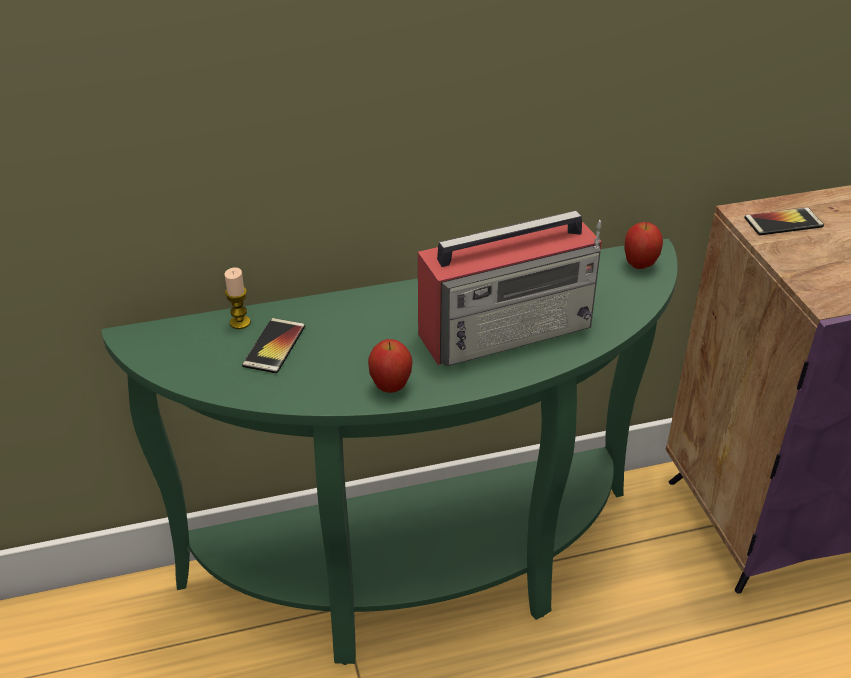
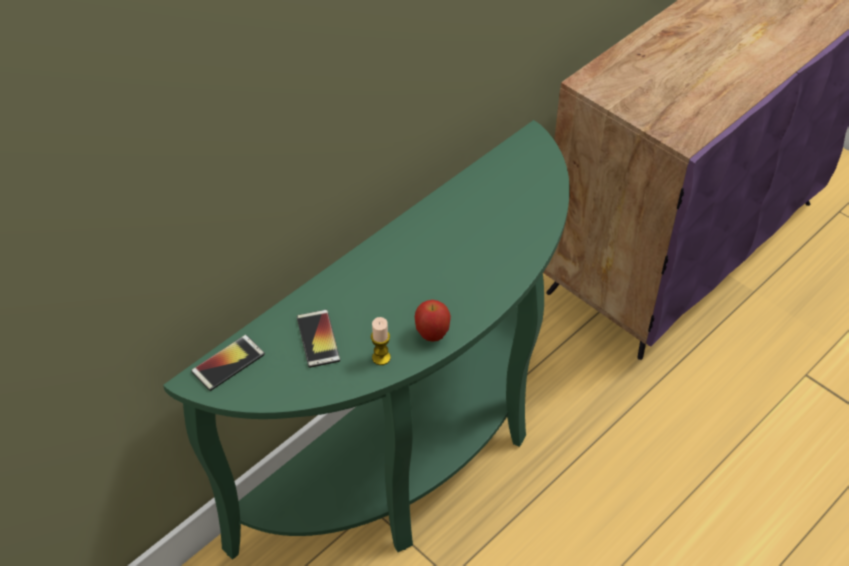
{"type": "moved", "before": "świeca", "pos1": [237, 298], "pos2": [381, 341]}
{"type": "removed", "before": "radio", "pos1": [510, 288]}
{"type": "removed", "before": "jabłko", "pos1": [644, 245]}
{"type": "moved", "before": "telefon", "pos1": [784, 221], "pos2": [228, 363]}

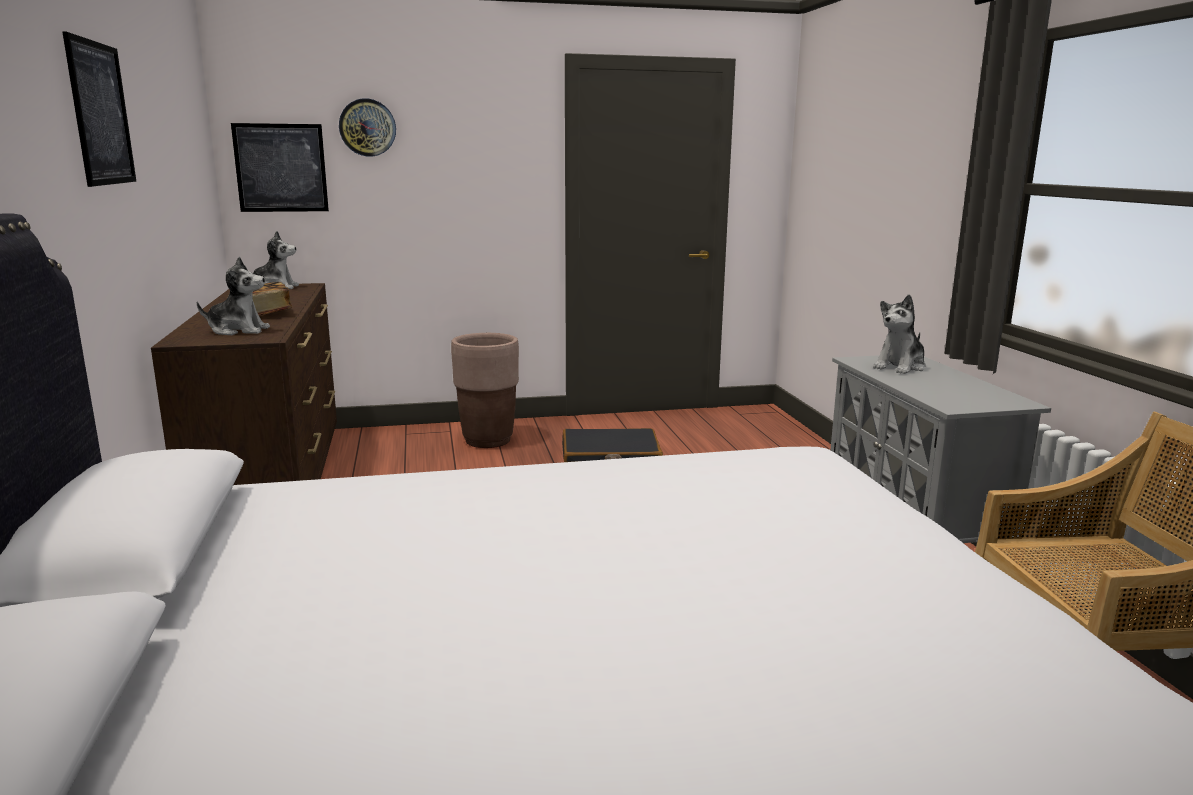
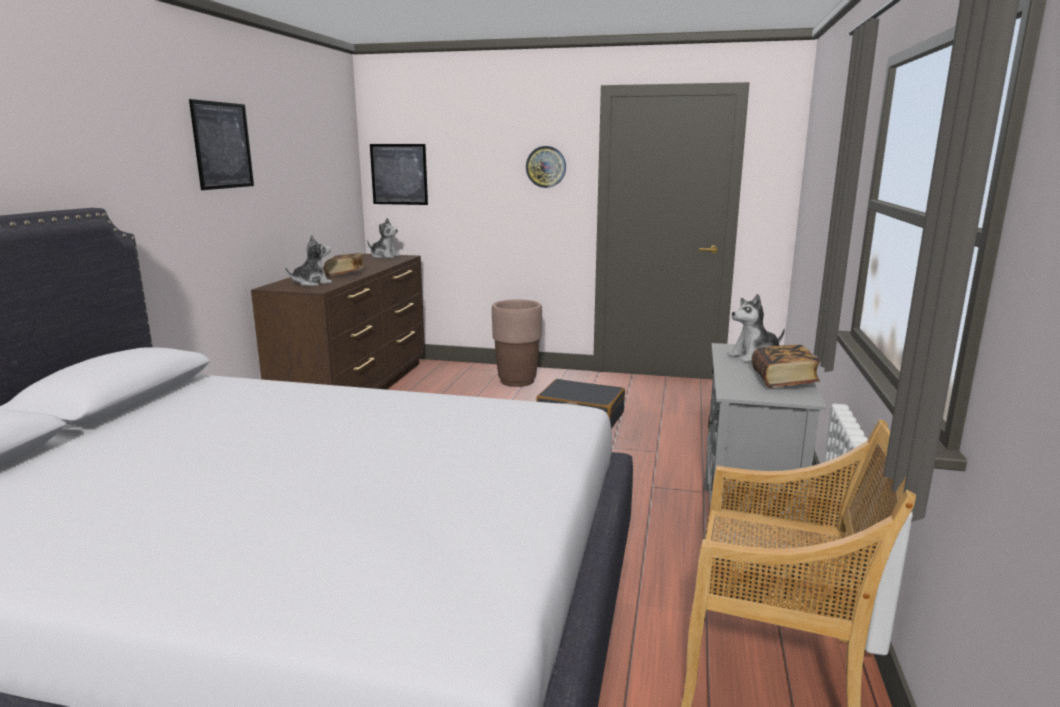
{"type": "turned", "before": "pluszak", "pos1": [233, 296], "pos2": [308, 260], "turn": -60}
{"type": "moved", "before": "zegar ścienny", "pos1": [367, 127], "pos2": [546, 167]}
{"type": "added", "after": "książka", "pos2": [786, 366]}

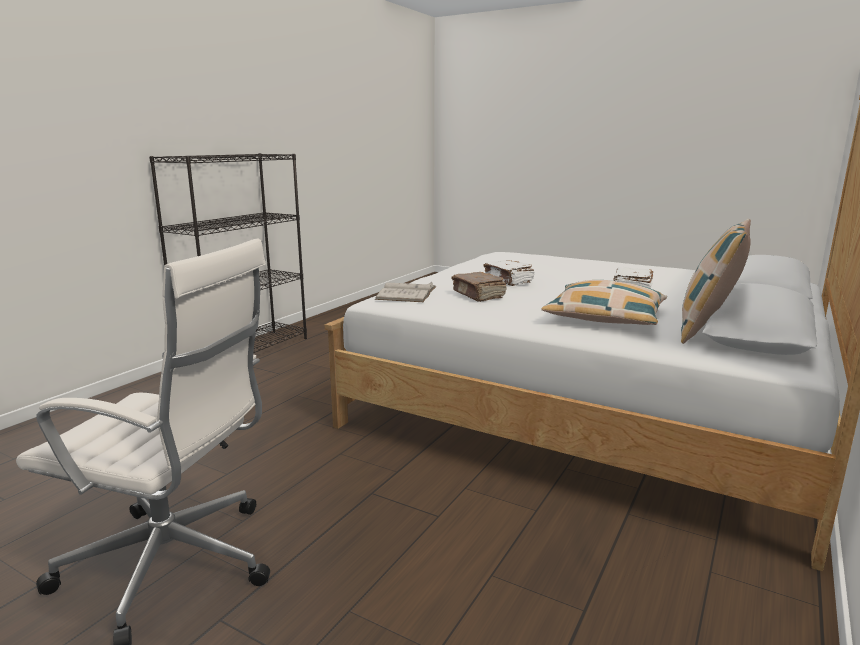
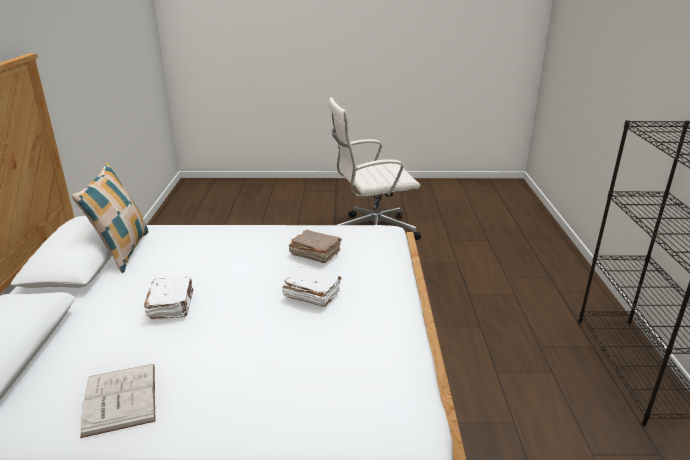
{"type": "moved", "before": "książka [biały]", "pos1": [405, 292], "pos2": [118, 401]}
{"type": "removed", "before": "poduszka", "pos1": [604, 302]}

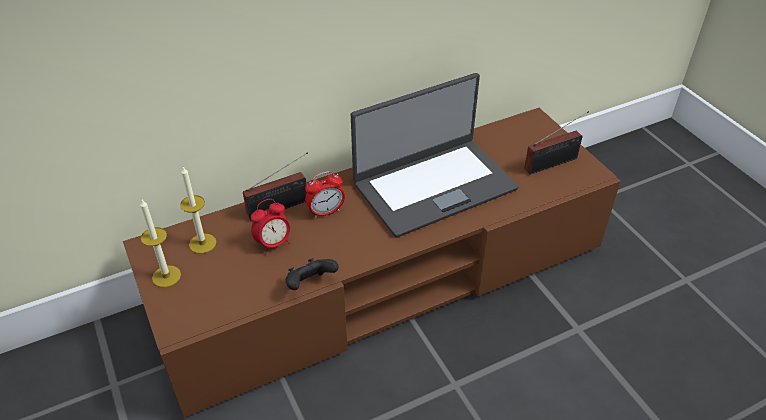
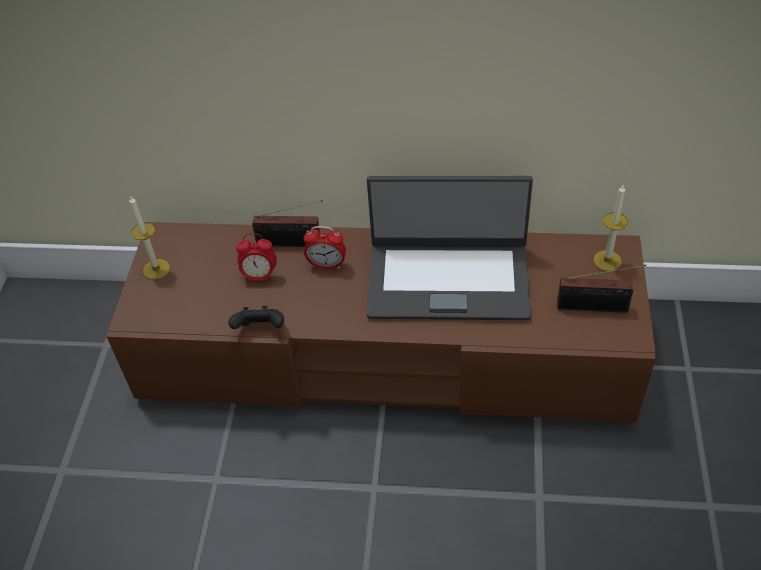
{"type": "moved", "before": "świeca", "pos1": [198, 210], "pos2": [611, 228]}

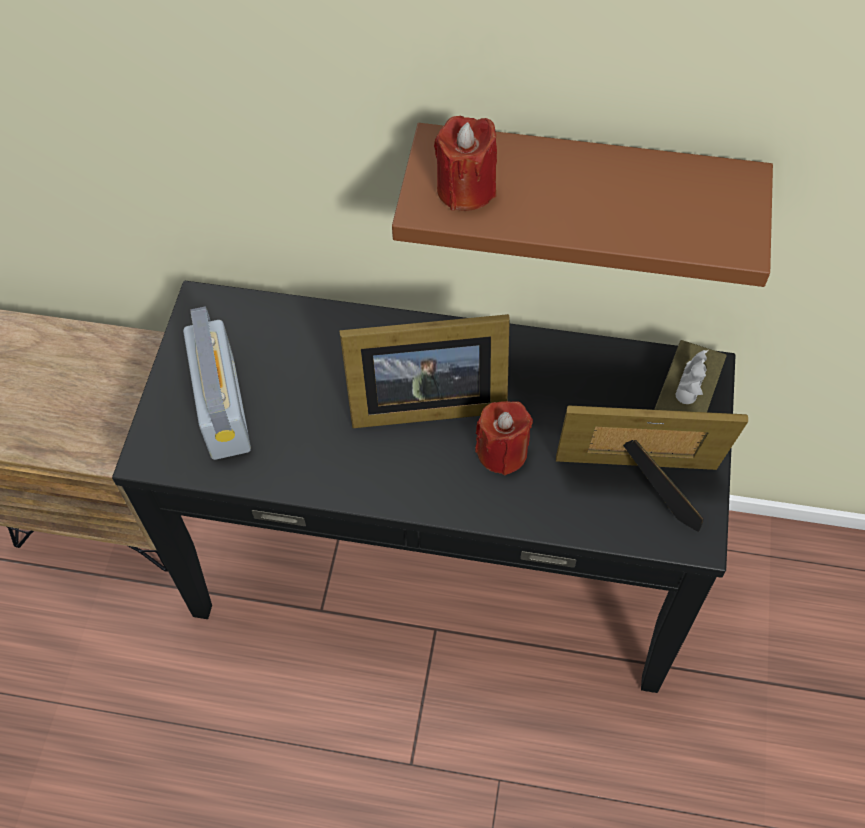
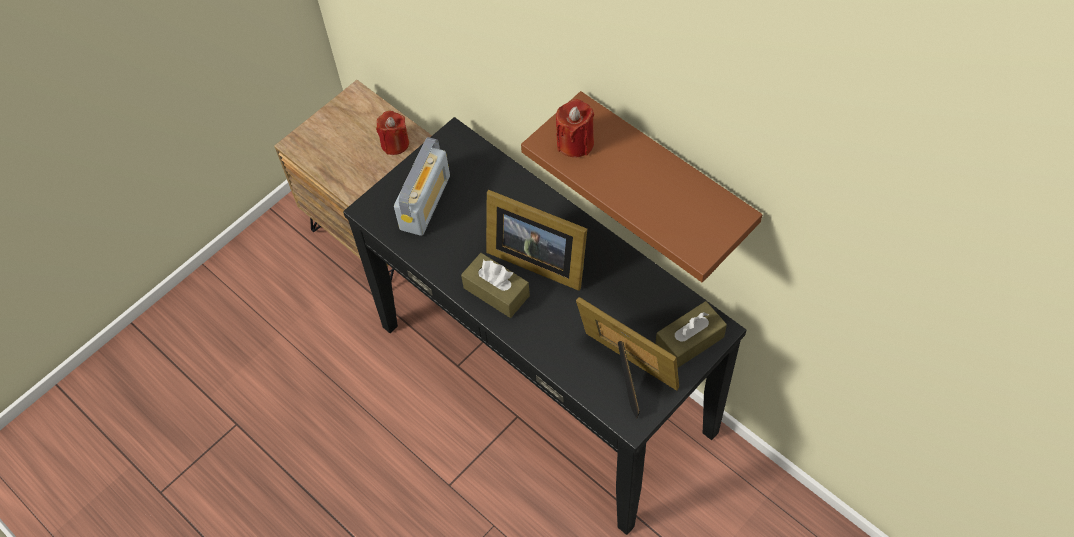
{"type": "moved", "before": "świeca [czerwony]", "pos1": [504, 438], "pos2": [392, 133]}
{"type": "added", "after": "pudełko chusteczek [brązowy]", "pos2": [495, 285]}

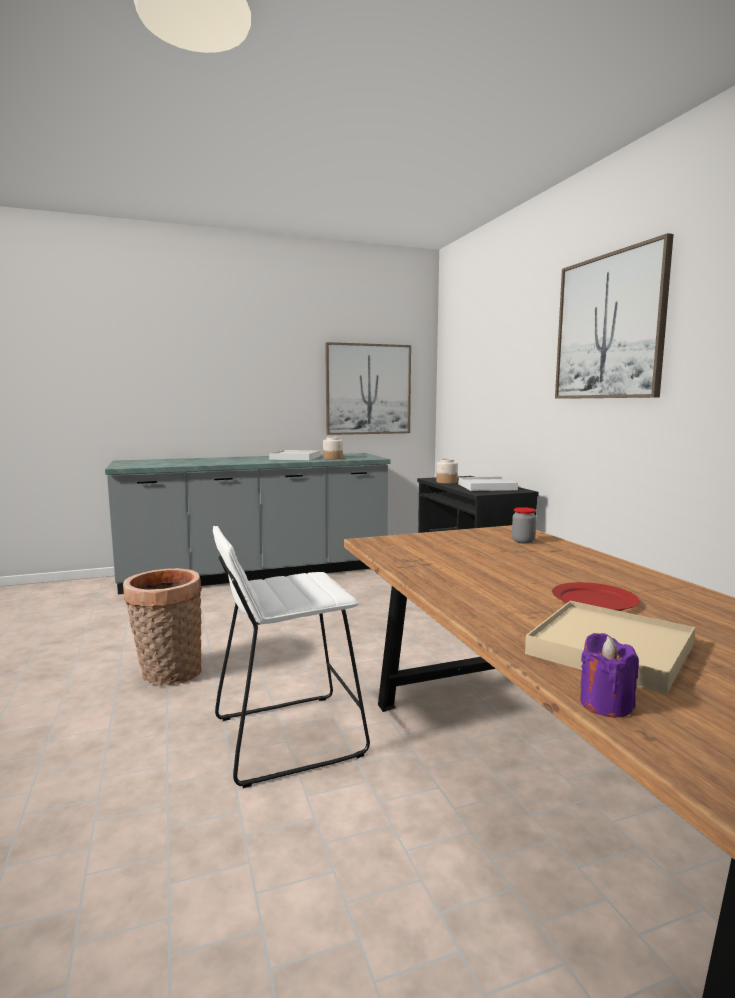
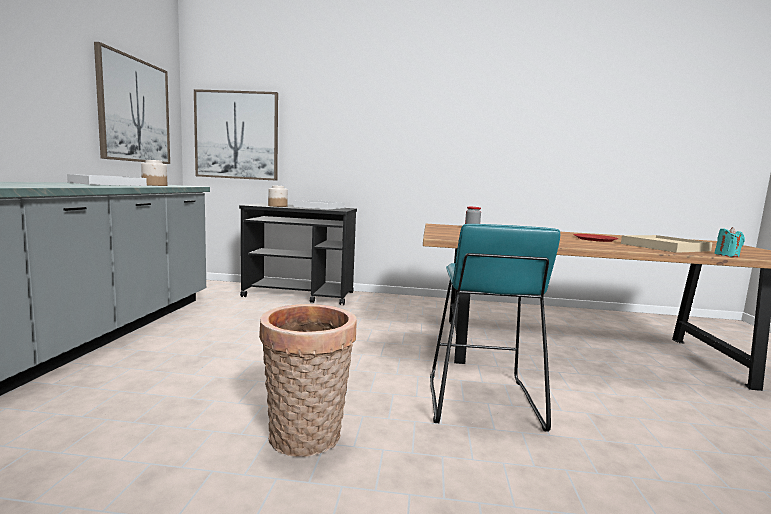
{"type": "recoloured", "before": "stołek [biały]", "after": "stołek [turkusowy]", "pos1": [291, 657], "pos2": [495, 328]}
{"type": "moved", "before": "obraz", "pos1": [614, 316], "pos2": [236, 135]}
{"type": "recoloured", "before": "świeca [fioletowy]", "after": "świeca [turkusowy]", "pos1": [609, 675], "pos2": [729, 242]}

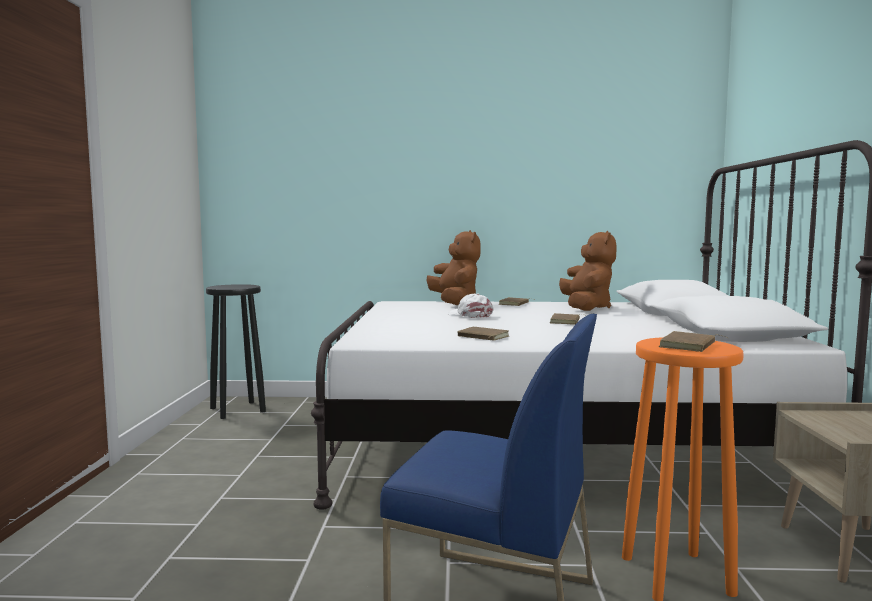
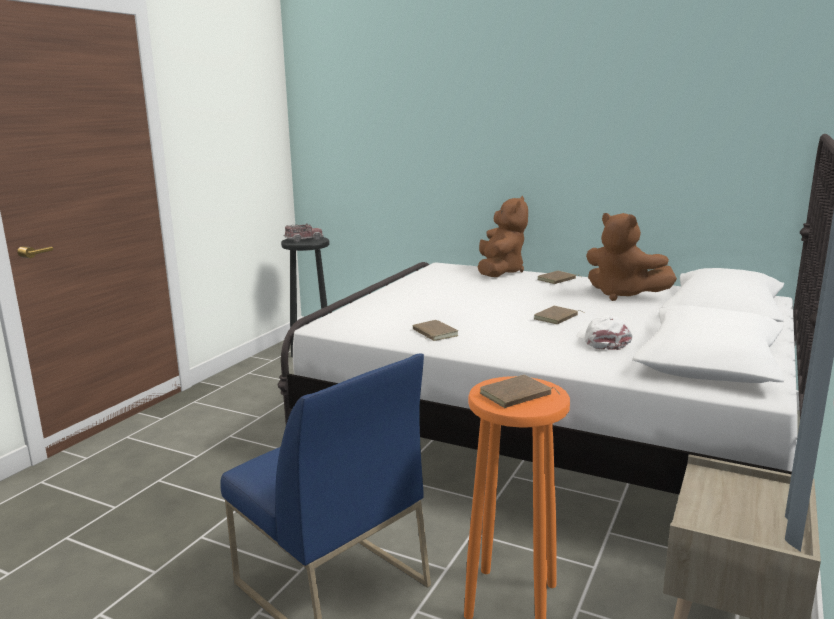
{"type": "moved", "before": "czapka z daszkiem [biały]", "pos1": [471, 306], "pos2": [604, 332]}
{"type": "turned", "before": "pluszak [brązowy]", "pos1": [588, 271], "pos2": [631, 257], "turn": 105}
{"type": "added", "after": "ciężarówka zabawkowa", "pos2": [303, 232]}

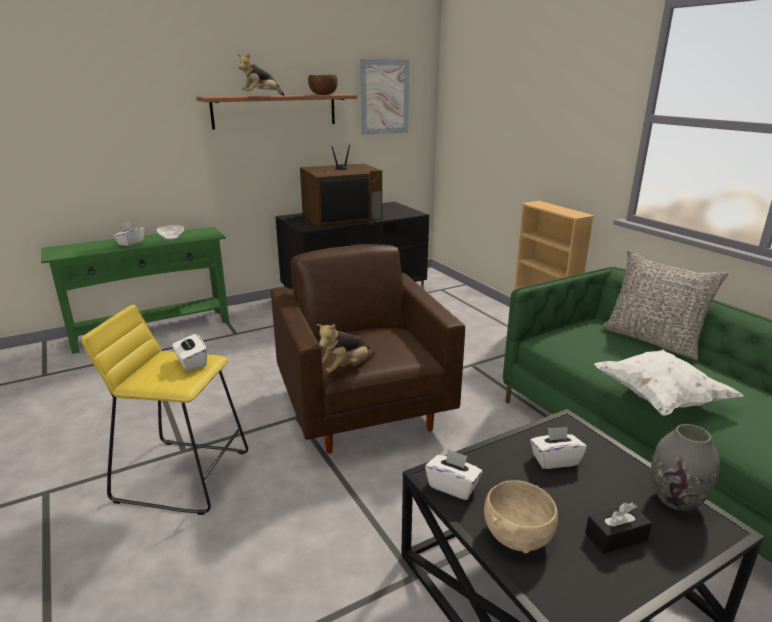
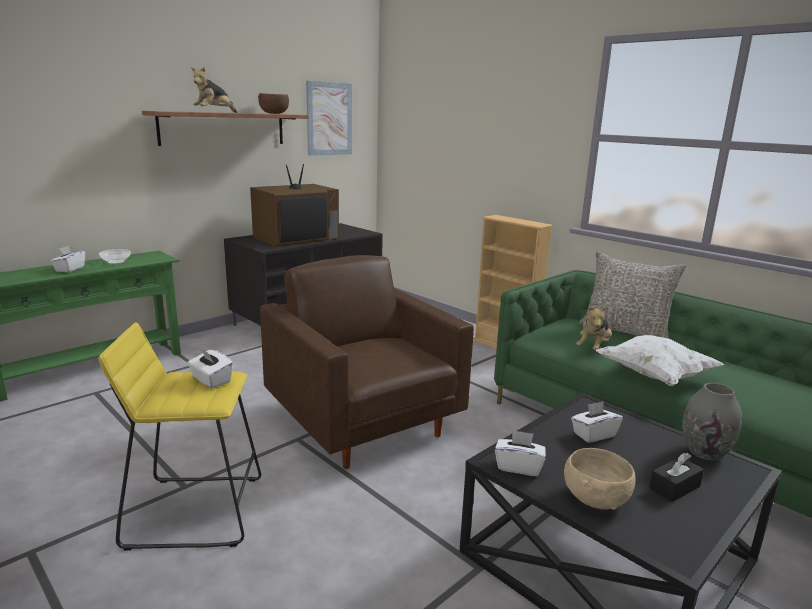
{"type": "moved", "before": "pluszak", "pos1": [345, 348], "pos2": [594, 328]}

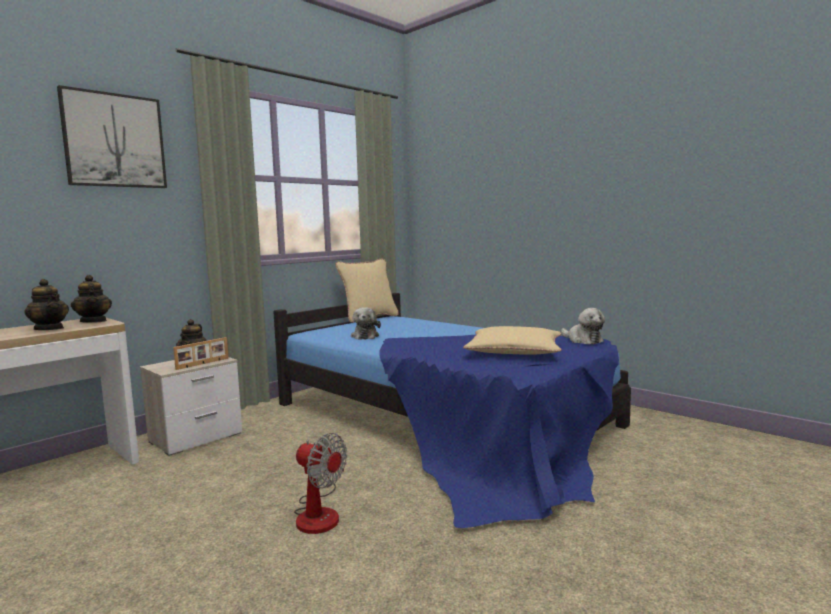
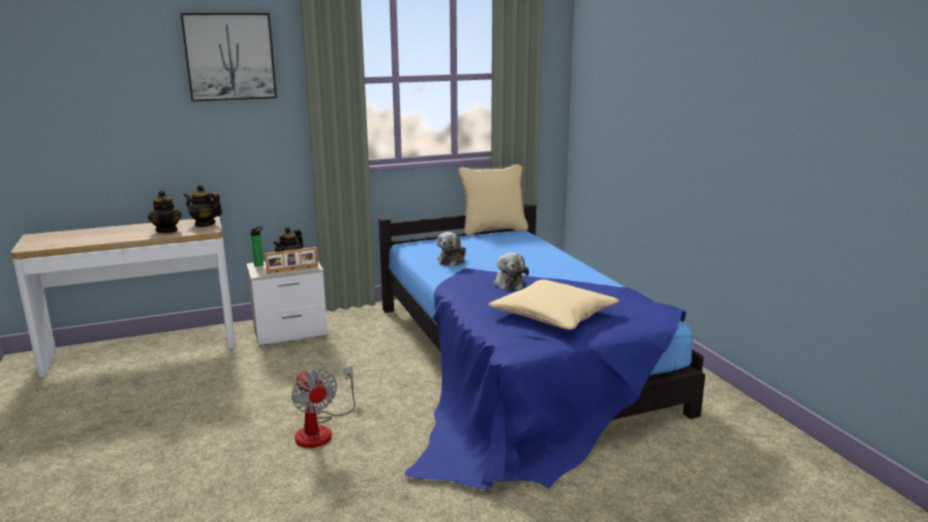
{"type": "turned", "before": "imbryk", "pos1": [91, 299], "pos2": [202, 206], "turn": 120}
{"type": "moved", "before": "pluszak", "pos1": [583, 326], "pos2": [511, 271]}
{"type": "added", "after": "butelka", "pos2": [257, 246]}

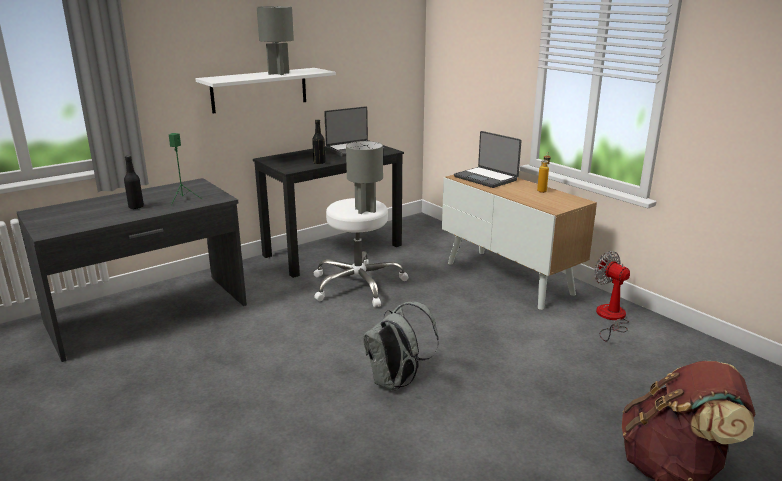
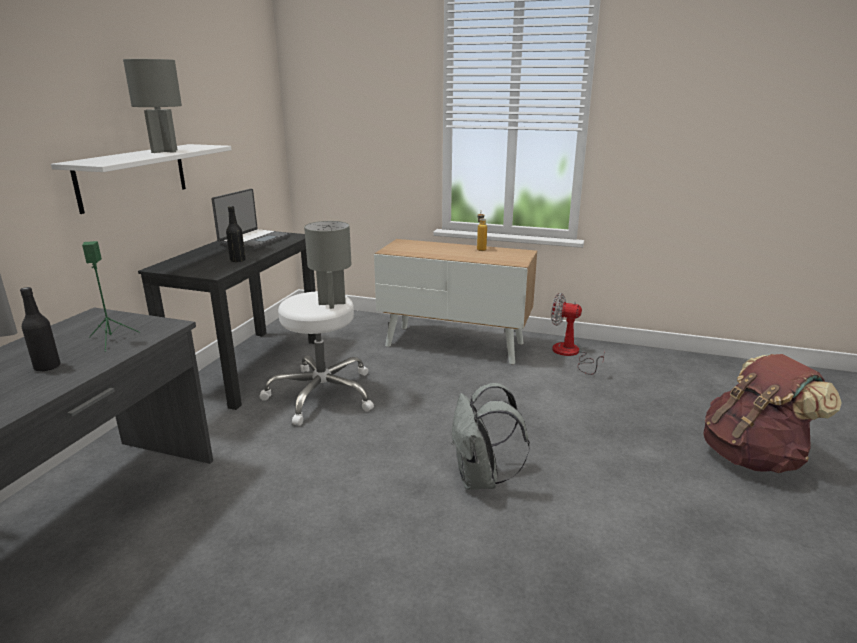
{"type": "removed", "before": "laptop", "pos1": [488, 159]}

